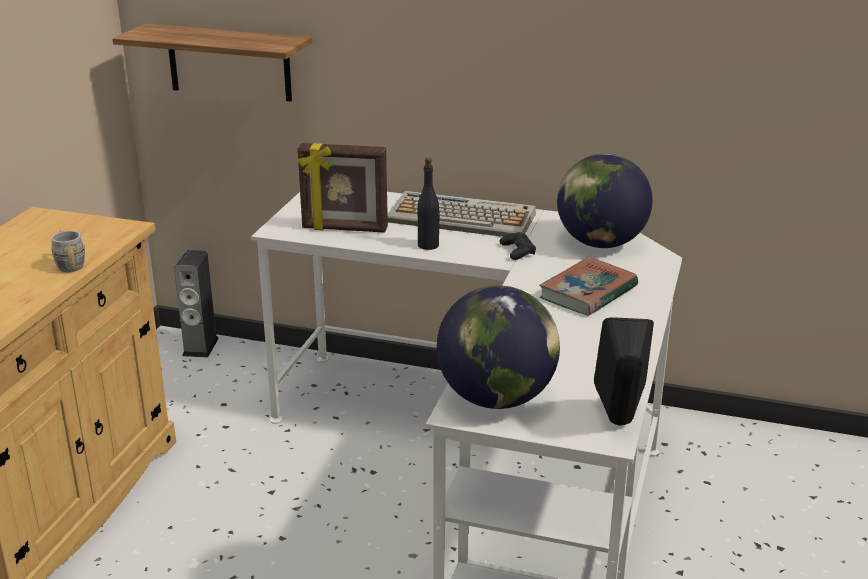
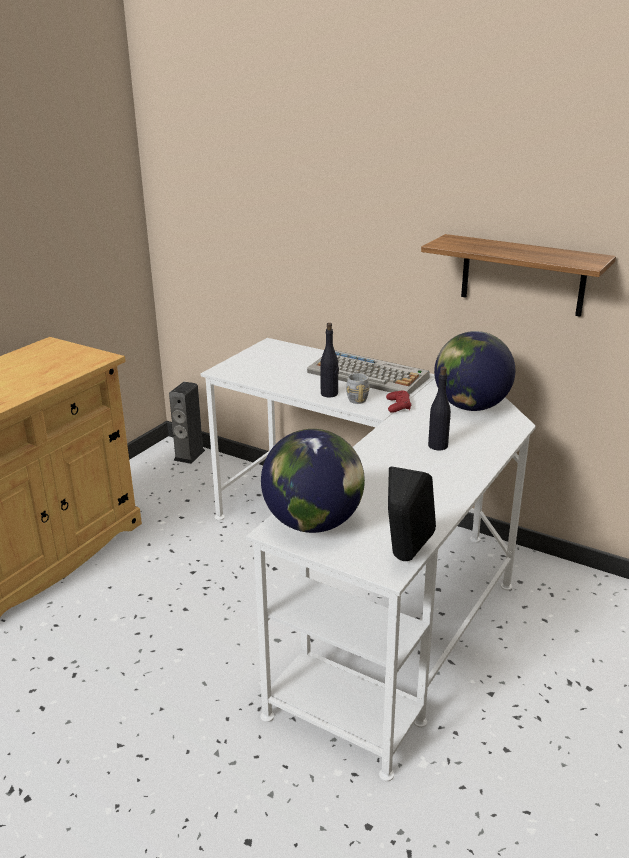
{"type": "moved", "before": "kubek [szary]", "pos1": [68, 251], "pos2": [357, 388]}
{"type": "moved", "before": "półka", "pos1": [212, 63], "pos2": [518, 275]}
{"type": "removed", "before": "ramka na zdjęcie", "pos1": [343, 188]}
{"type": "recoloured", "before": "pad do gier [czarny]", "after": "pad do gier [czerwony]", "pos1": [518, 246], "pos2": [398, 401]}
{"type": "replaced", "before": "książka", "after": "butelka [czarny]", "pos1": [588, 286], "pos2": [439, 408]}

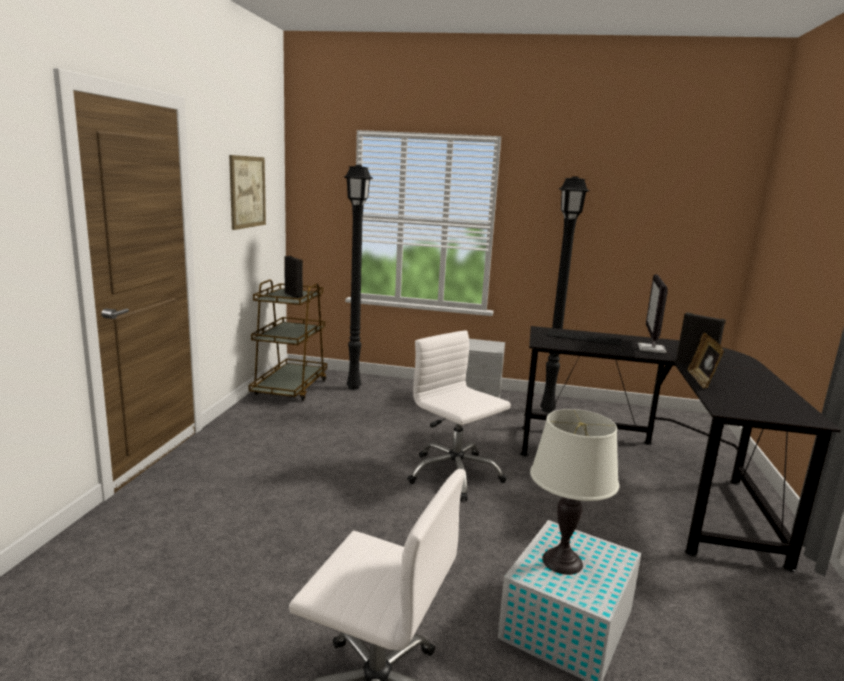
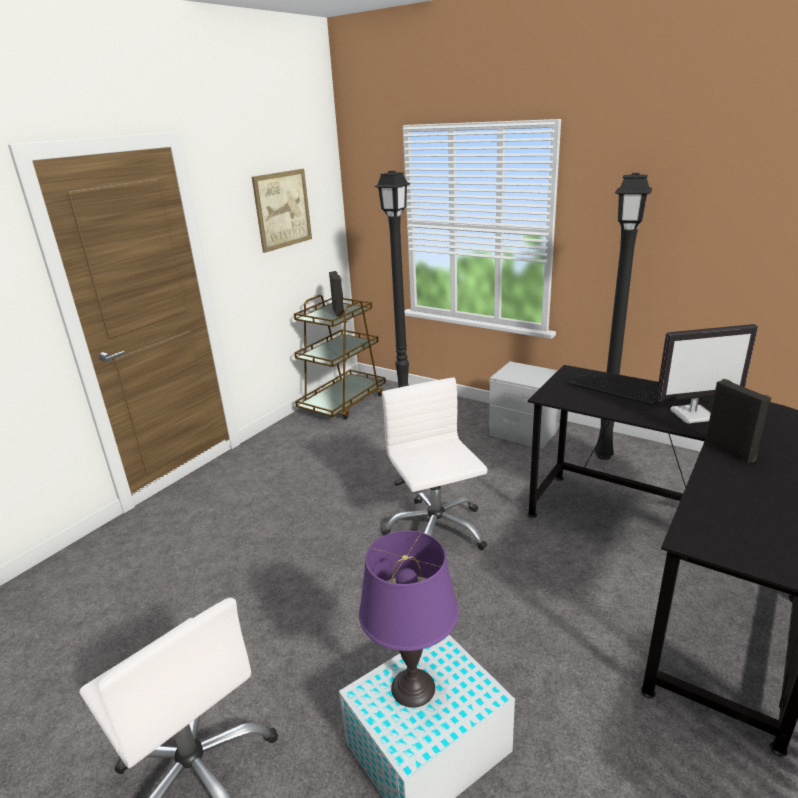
{"type": "recoloured", "before": "lampa stołowa [biały]", "after": "lampa stołowa [fioletowy]", "pos1": [574, 492], "pos2": [409, 619]}
{"type": "turned", "before": "monitor", "pos1": [653, 313], "pos2": [707, 374], "turn": -135}
{"type": "removed", "before": "ramka na zdjęcie", "pos1": [706, 361]}

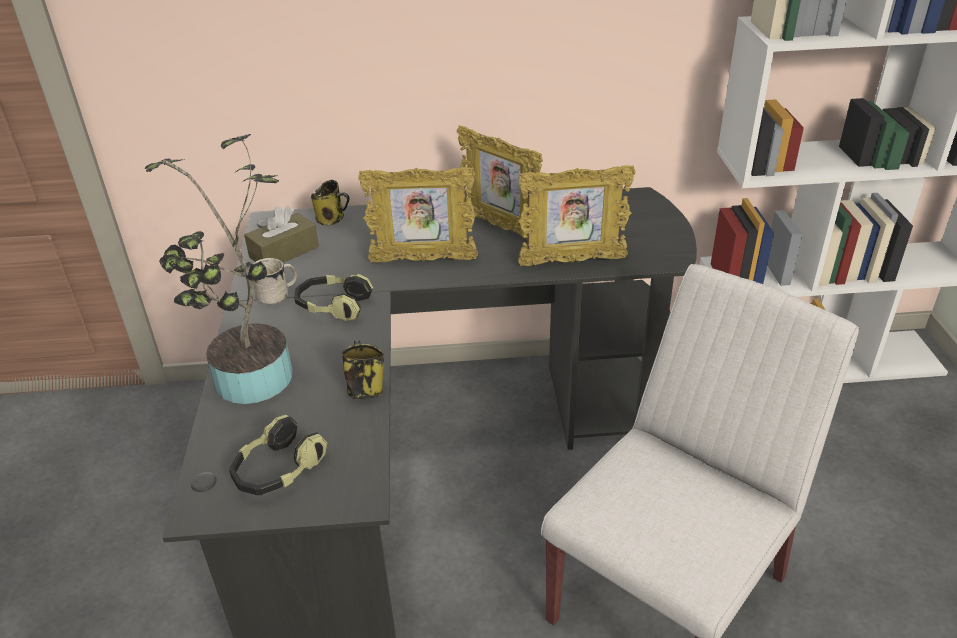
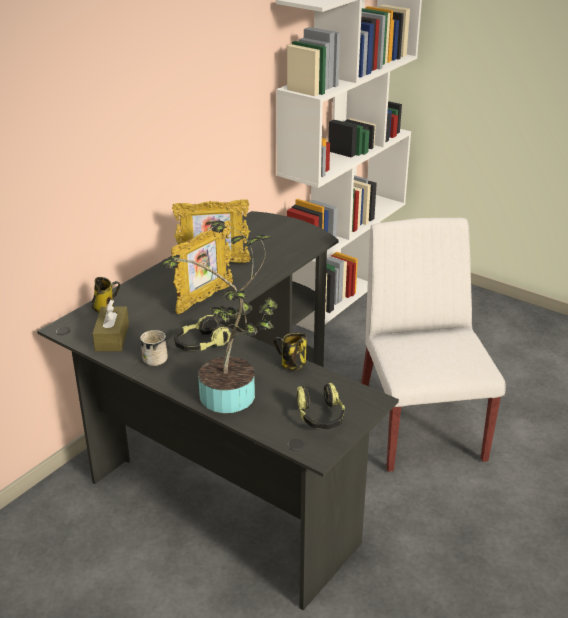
{"type": "removed", "before": "ramka na zdjęcie", "pos1": [577, 215]}

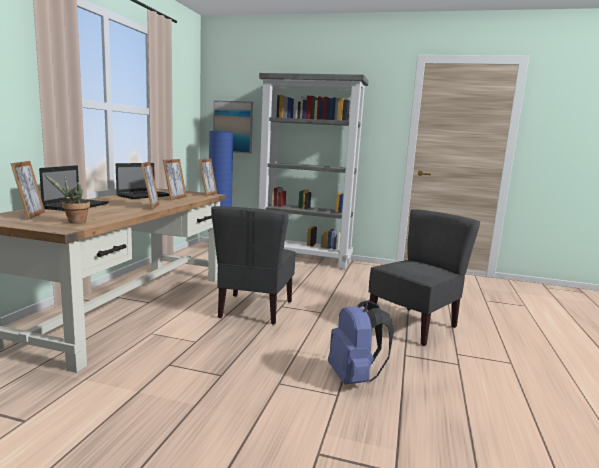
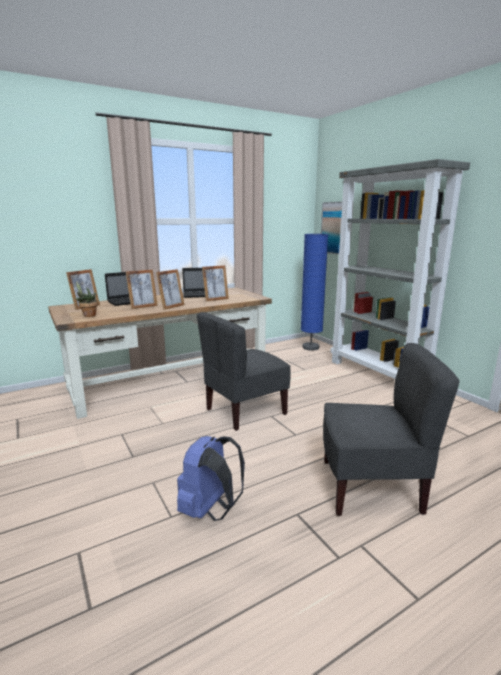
{"type": "moved", "before": "ramka na zdjęcie", "pos1": [208, 178], "pos2": [142, 289]}

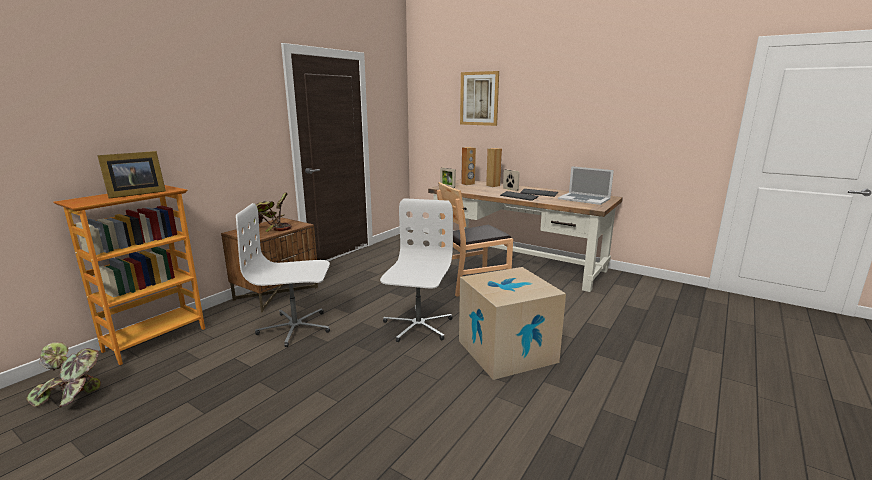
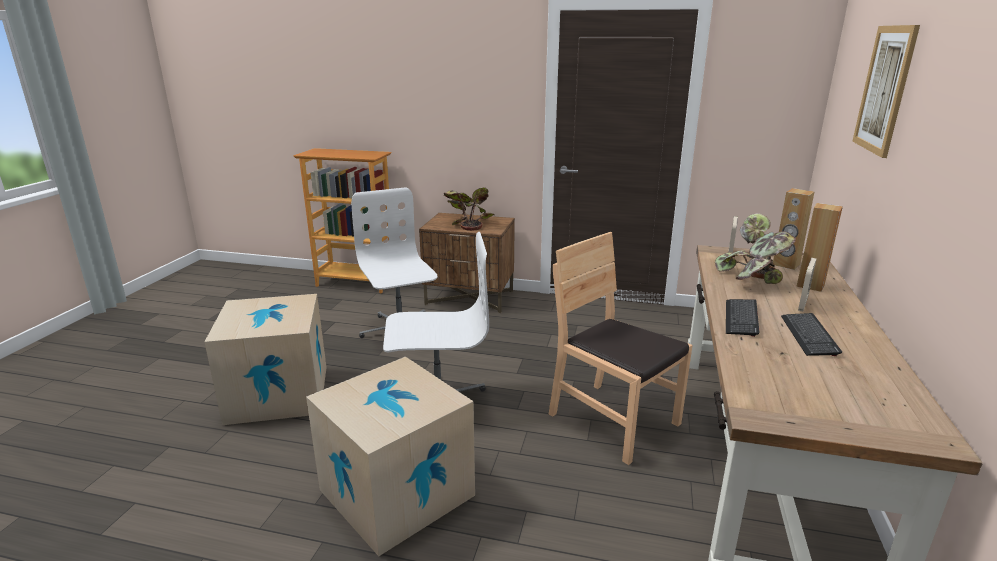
{"type": "moved", "before": "roślina doniczkowa", "pos1": [64, 374], "pos2": [755, 248]}
{"type": "removed", "before": "ramka na zdjęcie", "pos1": [131, 175]}
{"type": "removed", "before": "laptop", "pos1": [586, 185]}
{"type": "added", "after": "karton", "pos2": [266, 359]}

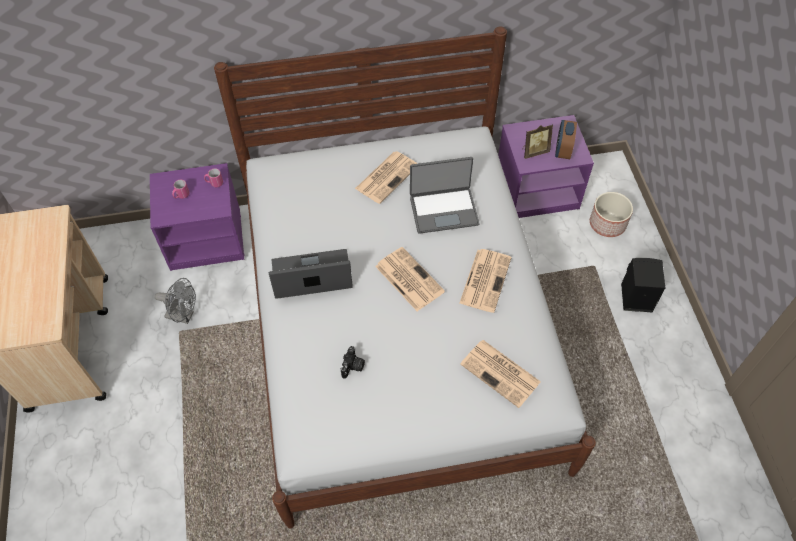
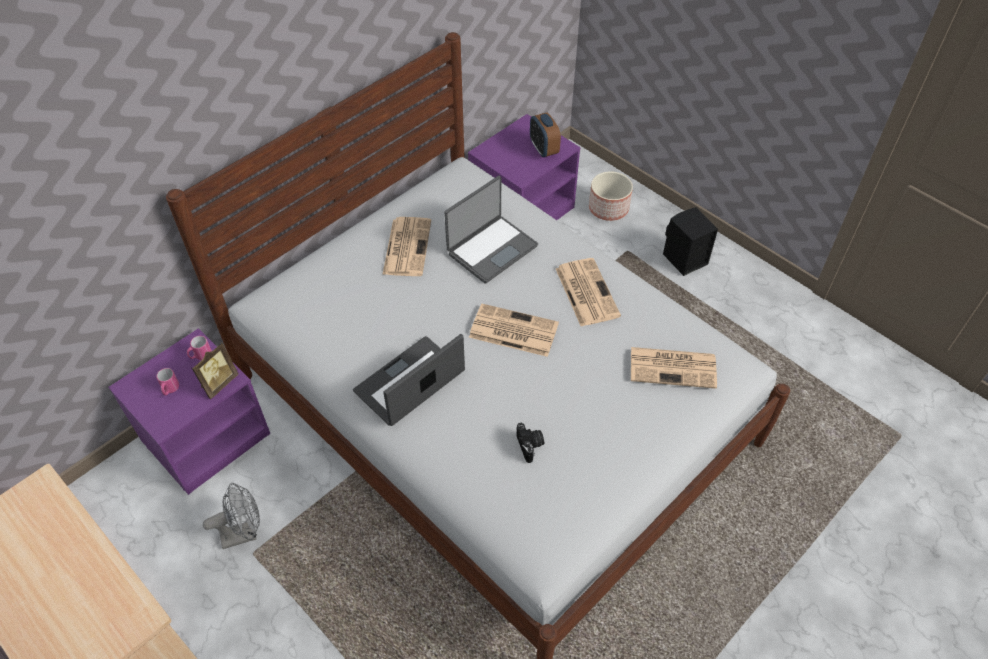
{"type": "moved", "before": "ramka na zdjęcie", "pos1": [537, 141], "pos2": [215, 370]}

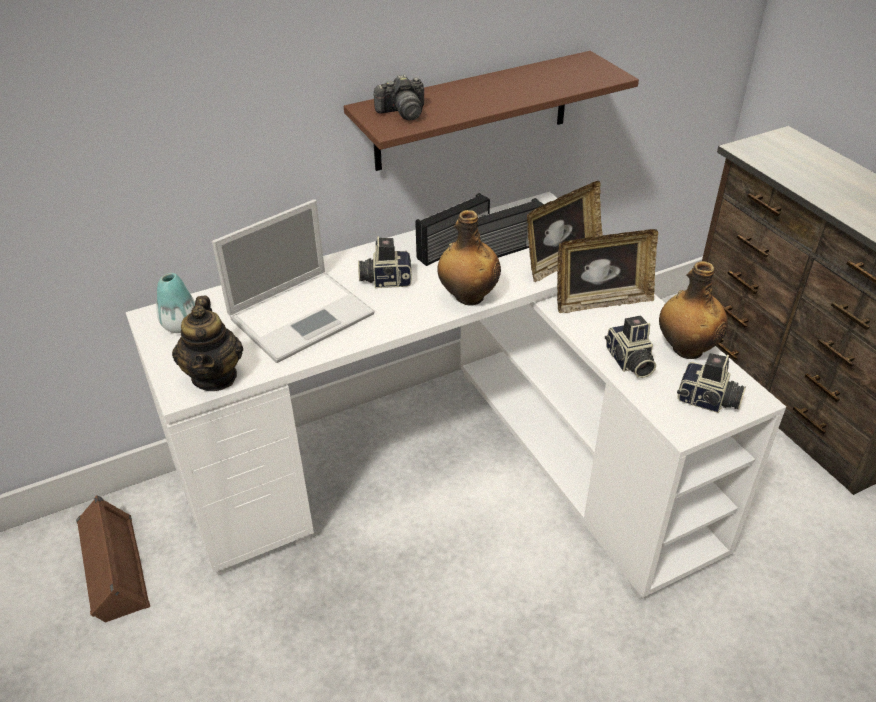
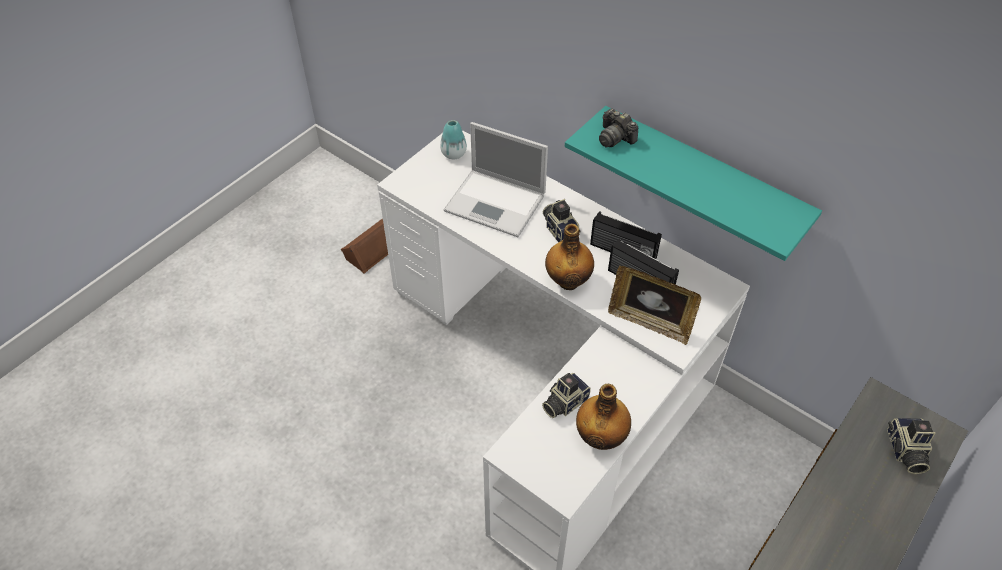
{"type": "removed", "before": "imbryk", "pos1": [207, 343]}
{"type": "recoloured", "before": "półka [brązowy]", "after": "półka [turkusowy]", "pos1": [491, 111], "pos2": [693, 183]}
{"type": "removed", "before": "ramka na zdjęcie", "pos1": [607, 271]}
{"type": "moved", "before": "aparat fotograficzny", "pos1": [711, 383], "pos2": [911, 446]}

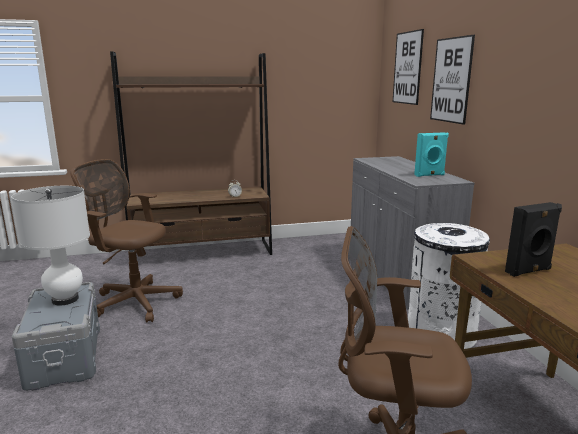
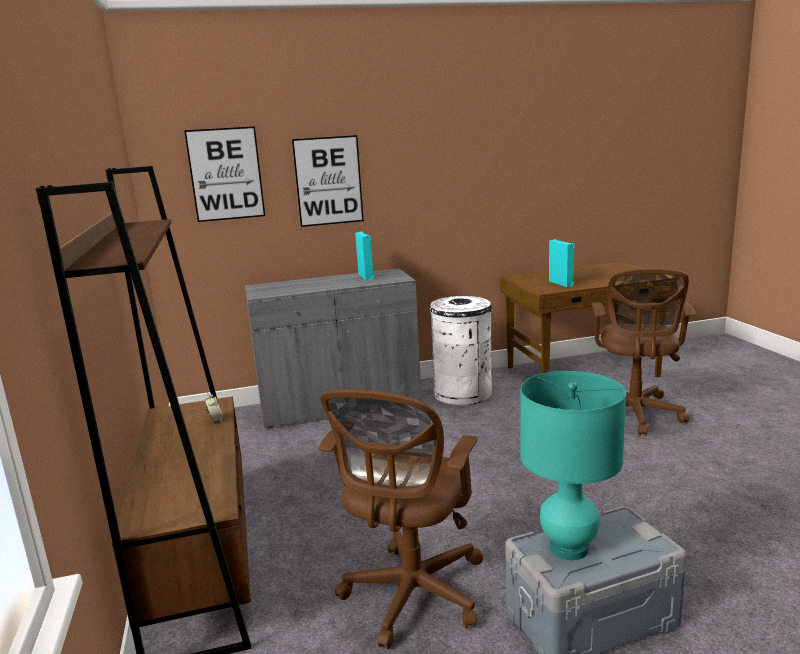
{"type": "recoloured", "before": "lampa stołowa [biały]", "after": "lampa stołowa [turkusowy]", "pos1": [50, 246], "pos2": [573, 465]}
{"type": "recoloured", "before": "głośnik [czarny]", "after": "głośnik [turkusowy]", "pos1": [533, 239], "pos2": [561, 263]}

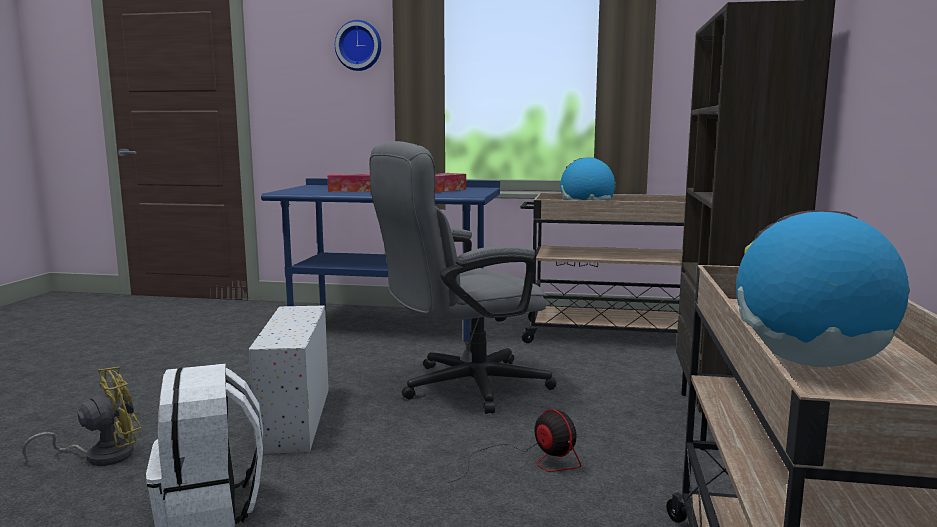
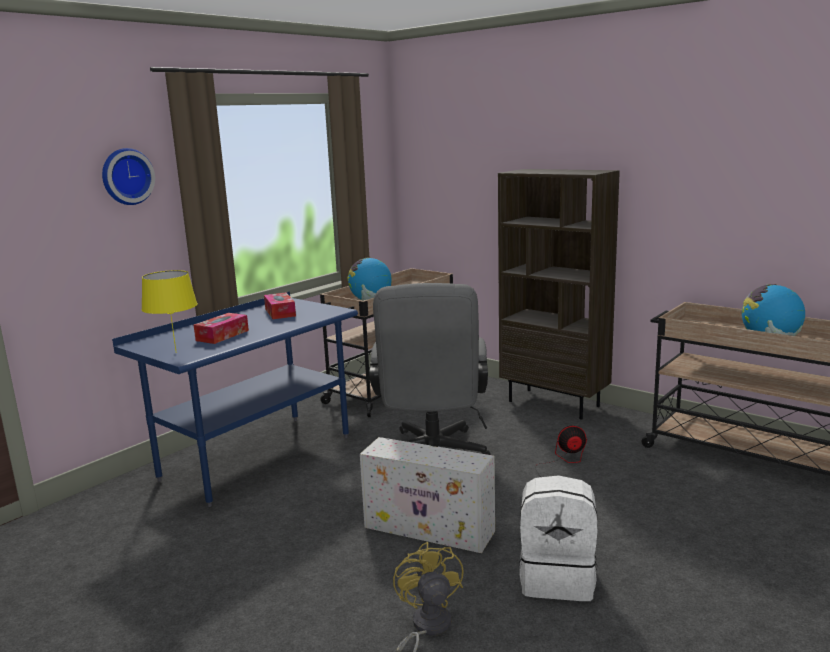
{"type": "added", "after": "lampa stołowa [żółty]", "pos2": [169, 311]}

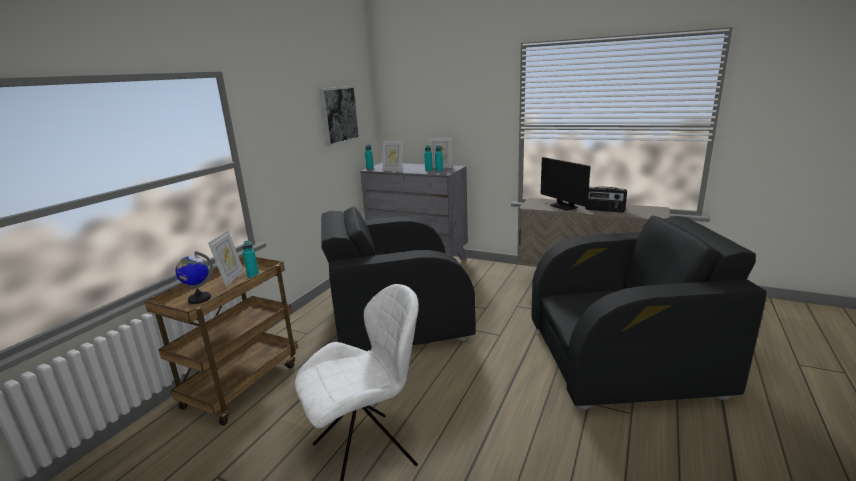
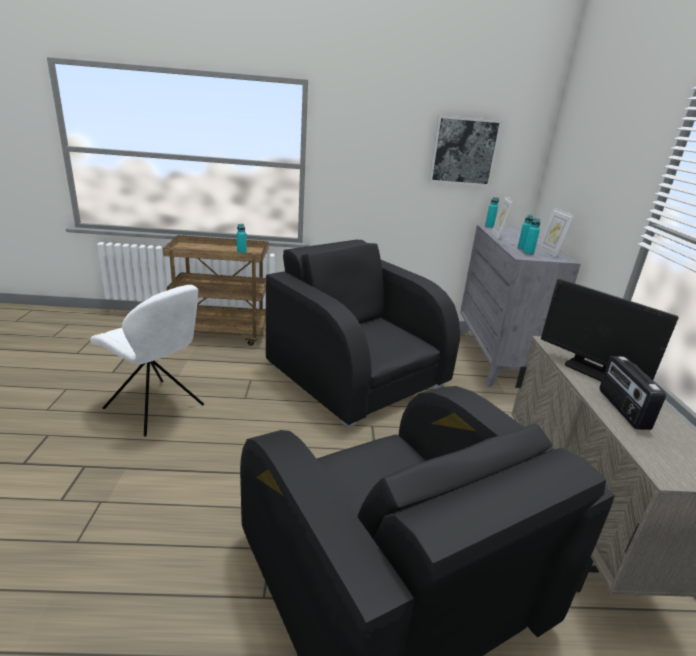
{"type": "removed", "before": "globus", "pos1": [194, 277]}
{"type": "removed", "before": "ramka na zdjęcie", "pos1": [226, 258]}
{"type": "turned", "before": "monitor", "pos1": [565, 183], "pos2": [610, 330], "turn": -75}

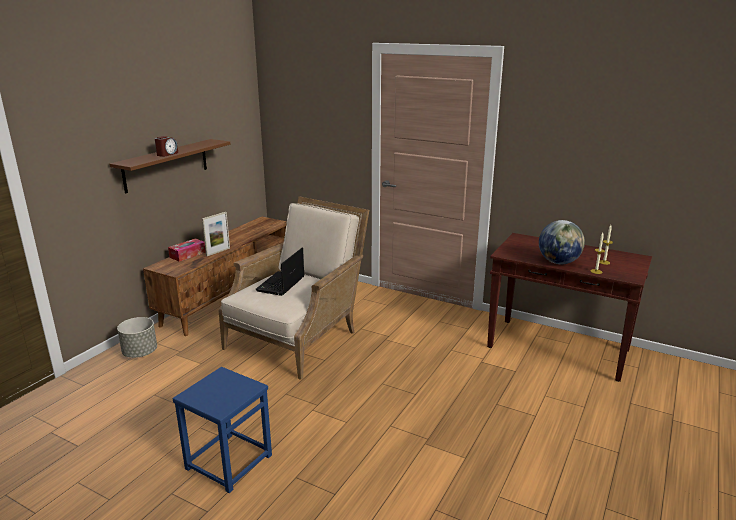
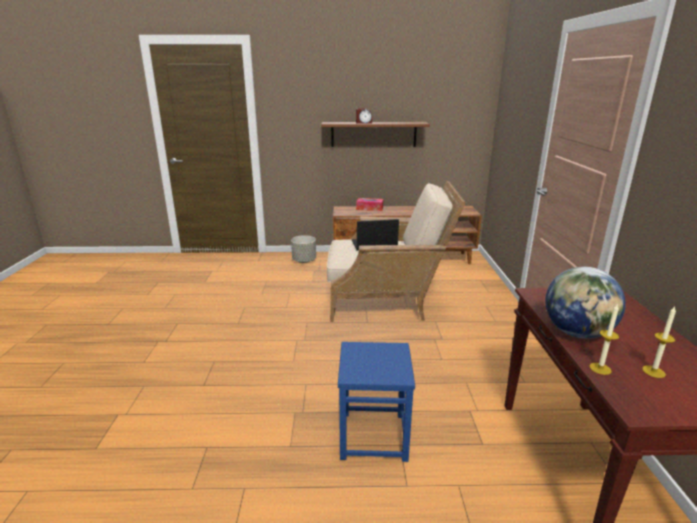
{"type": "moved", "before": "stołek [niebieski]", "pos1": [222, 430], "pos2": [376, 402]}
{"type": "removed", "before": "ramka na zdjęcie", "pos1": [216, 234]}

